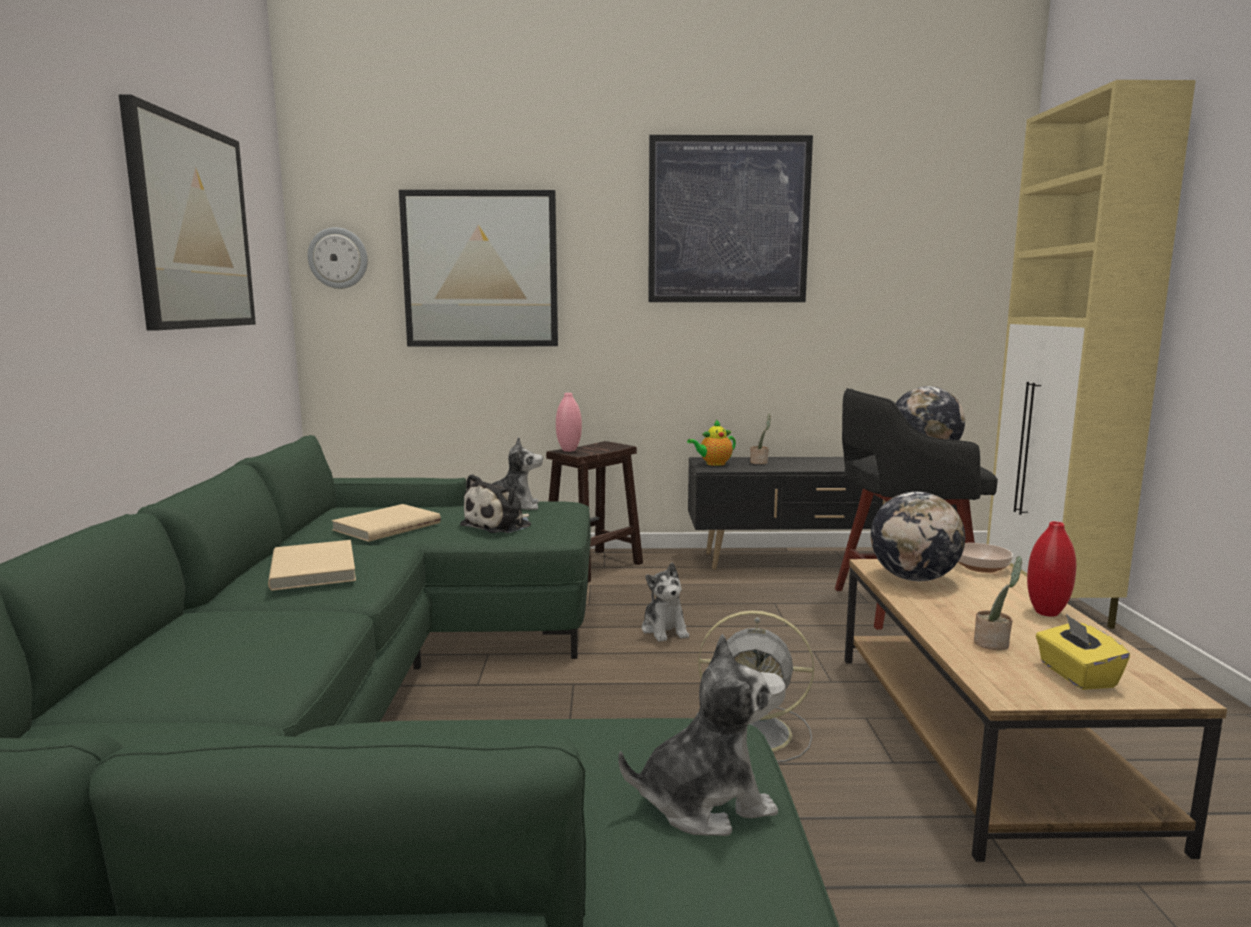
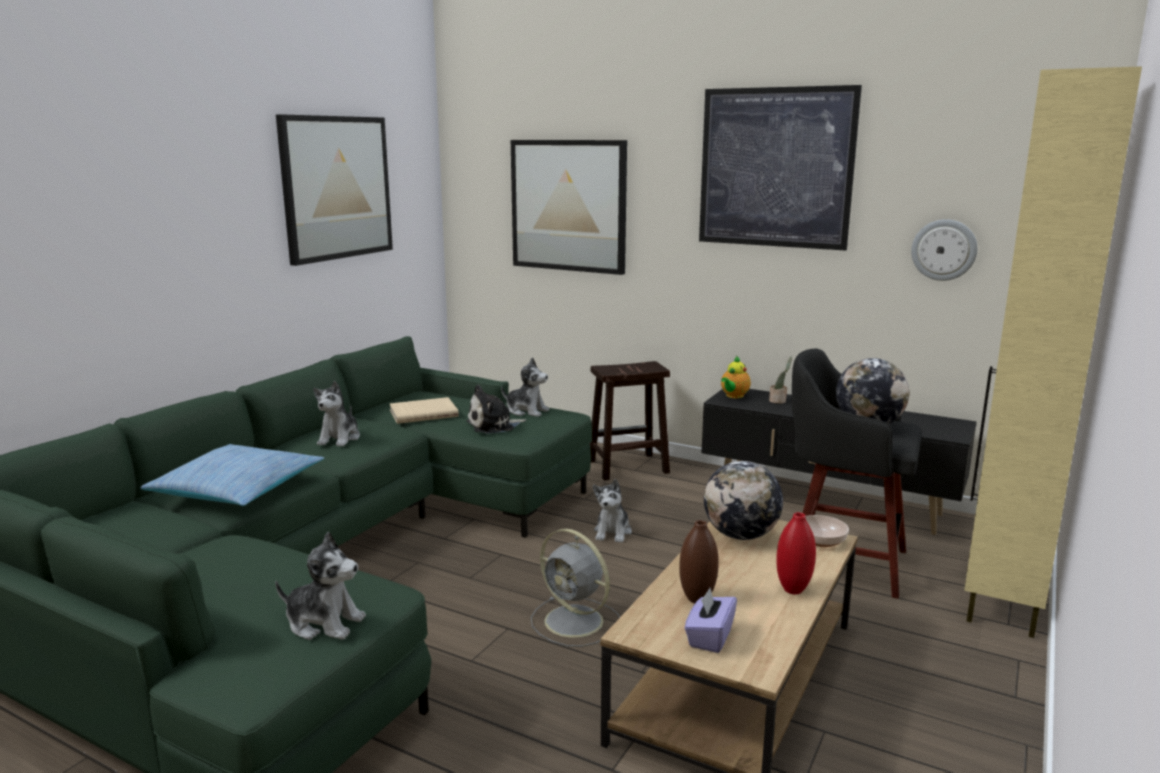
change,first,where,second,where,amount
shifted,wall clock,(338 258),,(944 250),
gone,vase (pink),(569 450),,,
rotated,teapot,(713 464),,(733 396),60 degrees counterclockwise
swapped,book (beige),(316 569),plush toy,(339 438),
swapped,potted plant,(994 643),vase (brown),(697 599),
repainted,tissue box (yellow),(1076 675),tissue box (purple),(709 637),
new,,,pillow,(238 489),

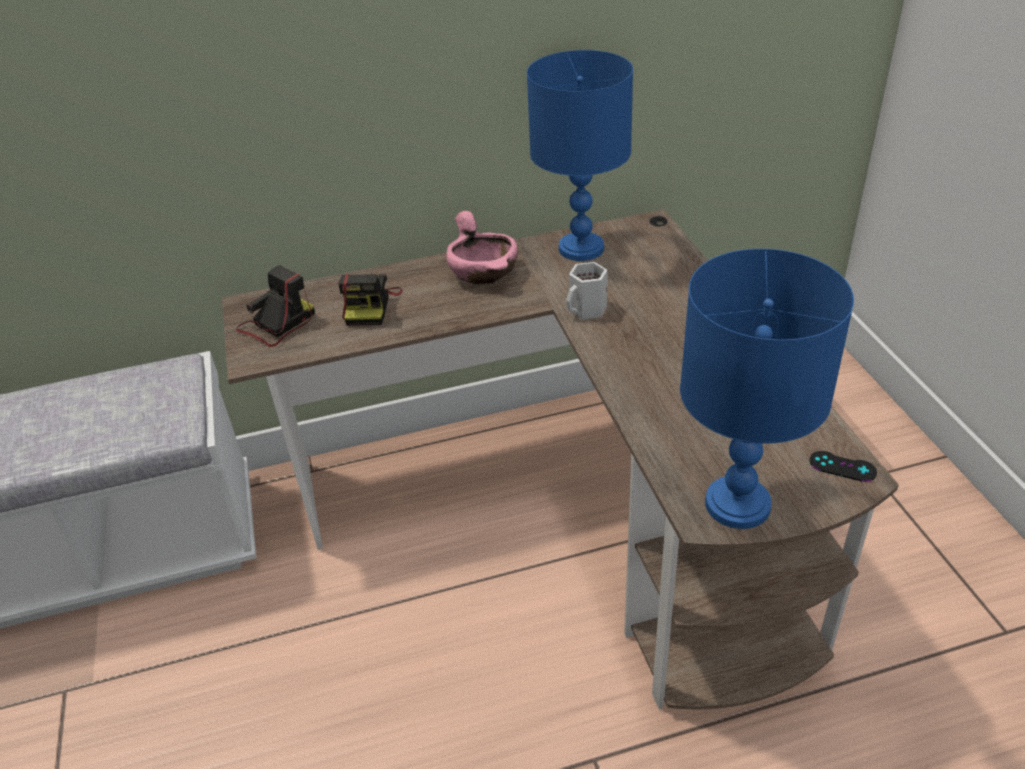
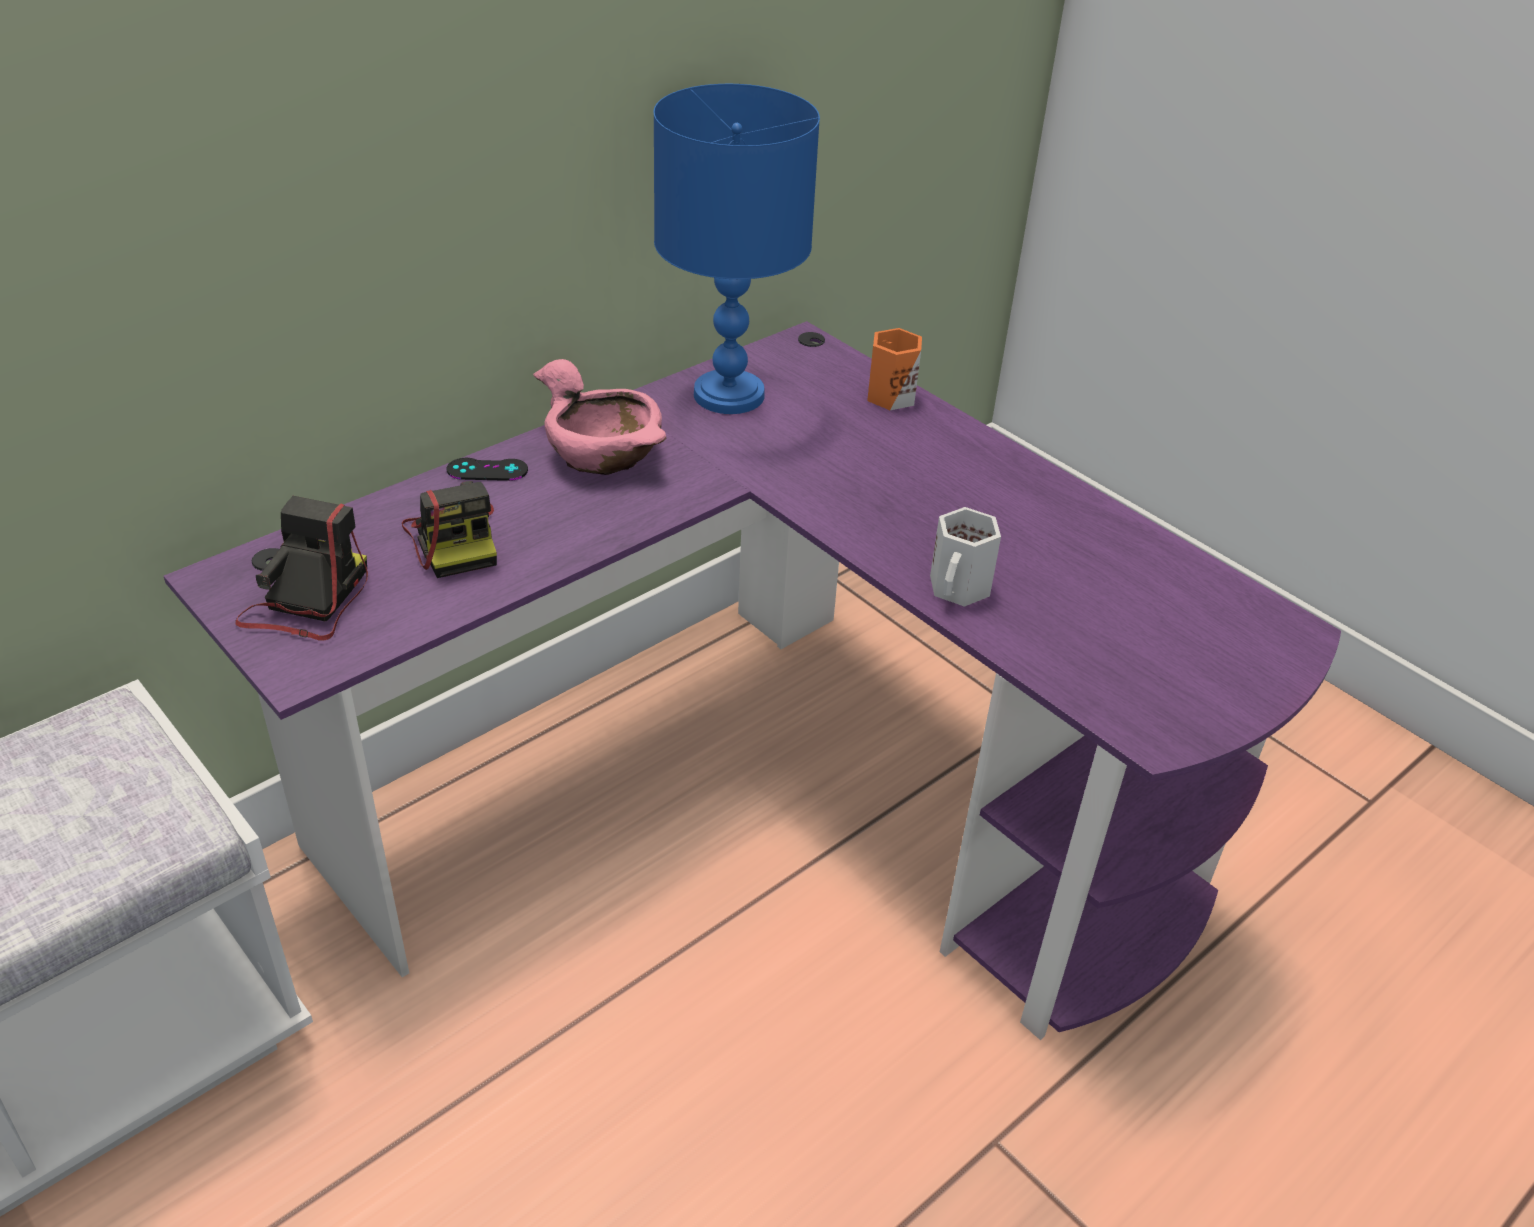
change,first,where,second,where,amount
repainted,desk (brown),(571 510),desk (purple),(771 798),
gone,table lamp (blue),(736 503),,,
shifted,mug (white),(587 310),,(960 588),
shifted,game controller (black),(842 466),,(487 470),
new,,,mug (orange),(888 395),

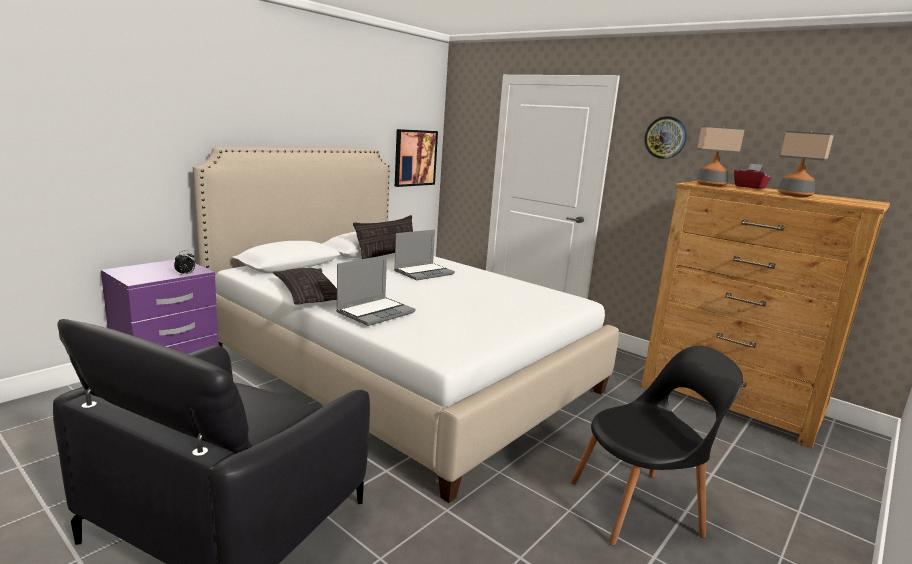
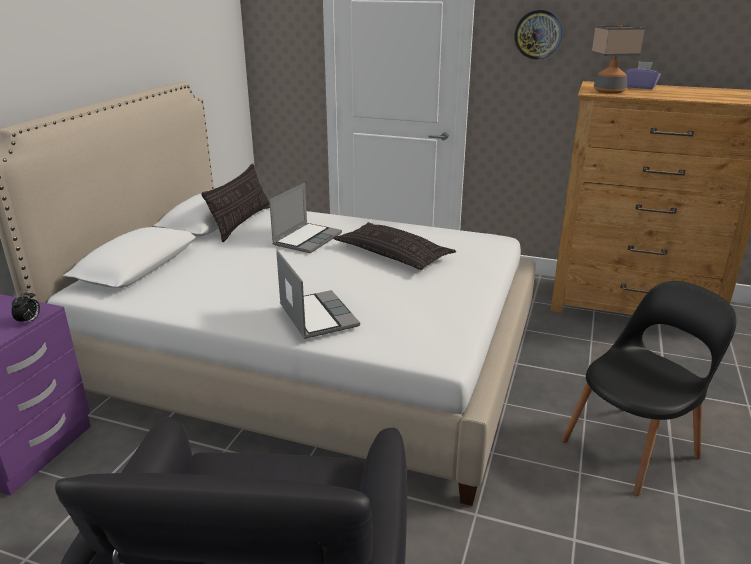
change,first,where,second,where,amount
gone,picture,(415 158),,,
gone,table lamp,(794 195),,,
repainted,tissue box (red),(749 187),tissue box (purple),(640 87),
rotated,laptop,(376 312),,(316 316),45 degrees counterclockwise
shifted,pillow,(309 293),,(392 254),

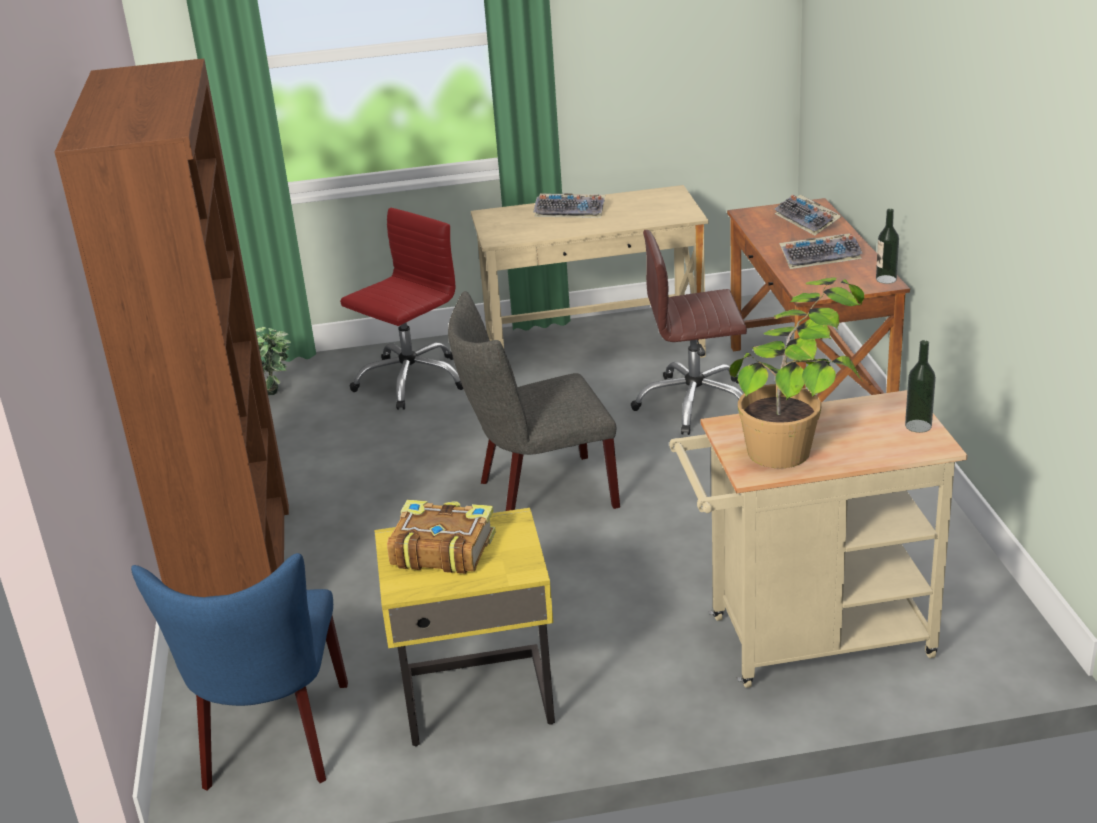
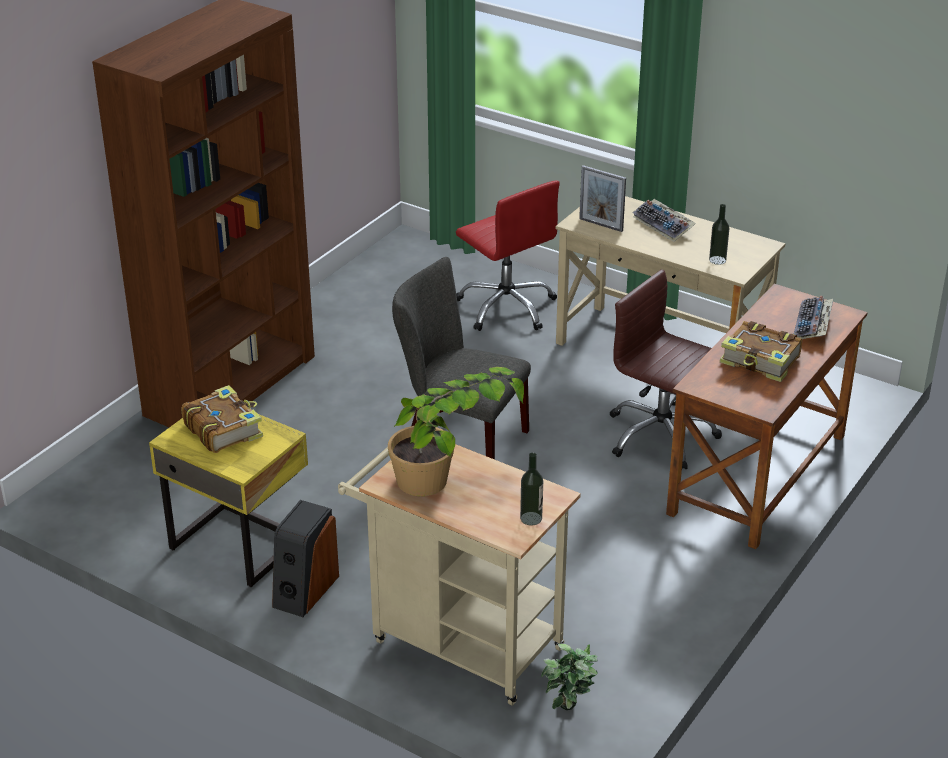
change,first,where,second,where,amount
rotated,office chair (red),(410 380),,(507 307),60 degrees clockwise
shifted,bottle,(886 279),,(717 260),
swapped,keyboard,(821 257),book,(761 361),
shifted,potted plant,(277 395),,(568 714),
gone,chair (blue),(273 742),,,
new,,,picture frame,(601 225),
new,,,speaker,(305 590),

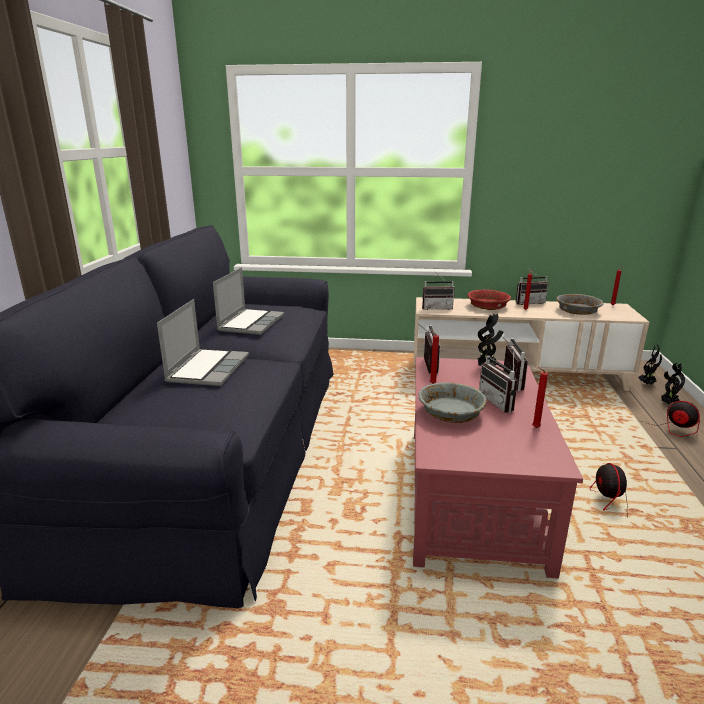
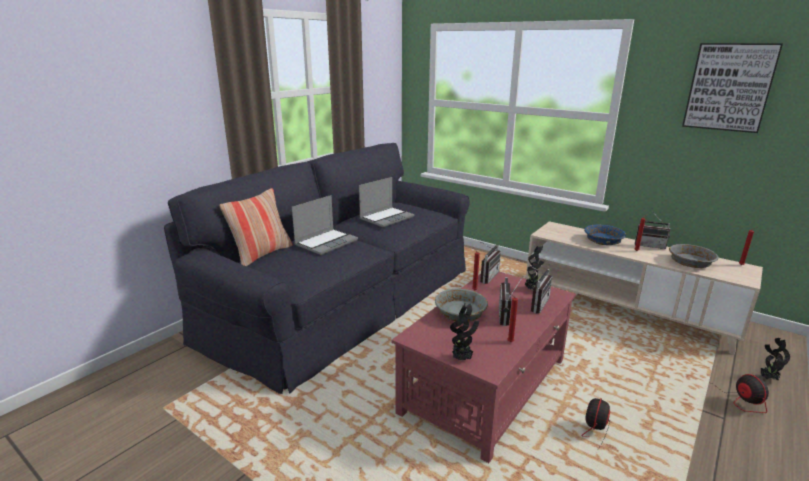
change,first,where,second,where,amount
gone,radio,(437 308),,,
repainted,bowl (red),(488 306),bowl (blue),(603 241),
shifted,potted plant,(647 384),,(462 359),
new,,,picture,(729 87),
new,,,pillow,(261 254),

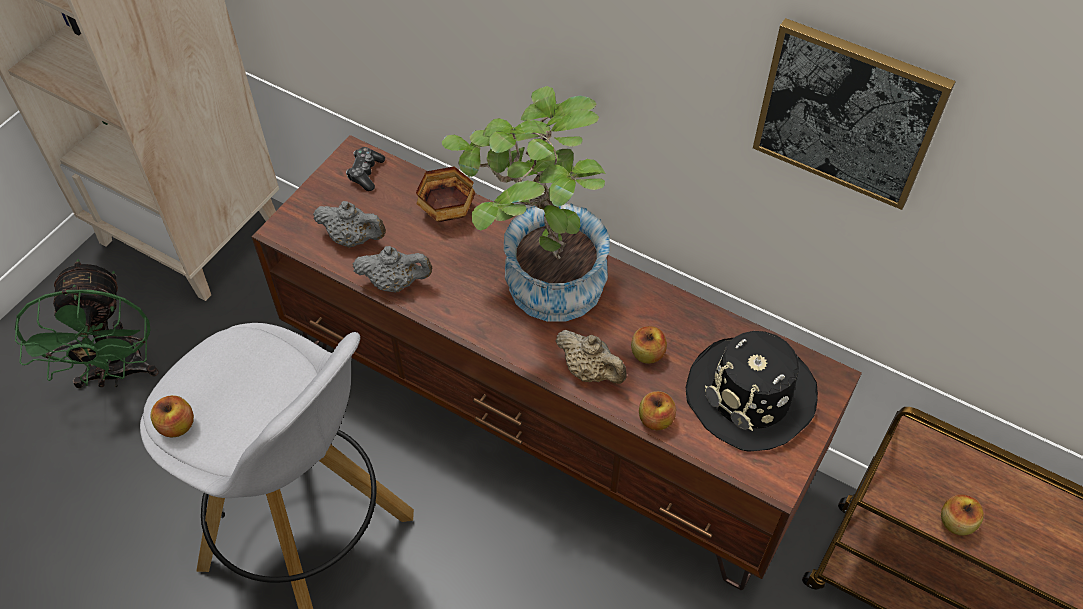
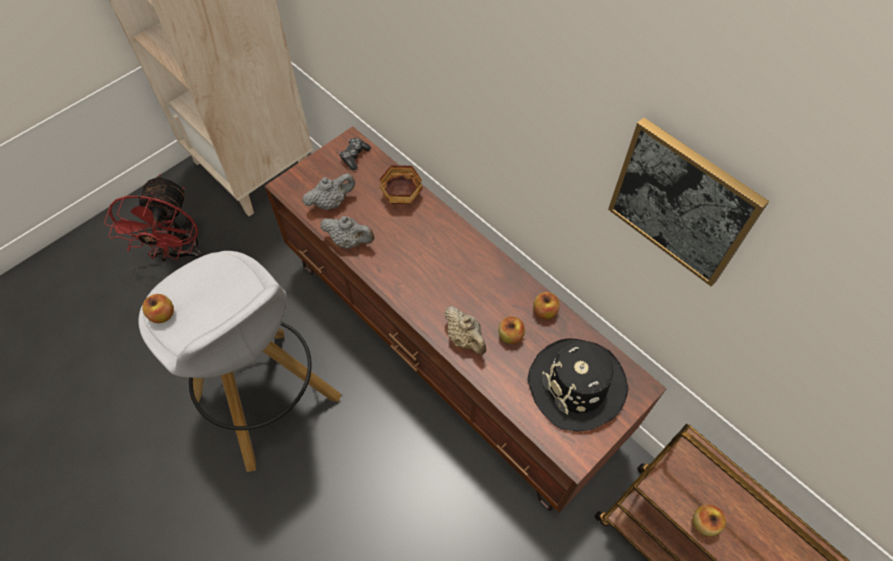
change,first,where,second,where,amount
gone,potted plant,(539 282),,,
rotated,teapot (grey),(353 239),,(331 202),60 degrees counterclockwise
repainted,fan (green),(117 374),fan (red),(180 253),
shifted,apple,(655 419),,(544 311),

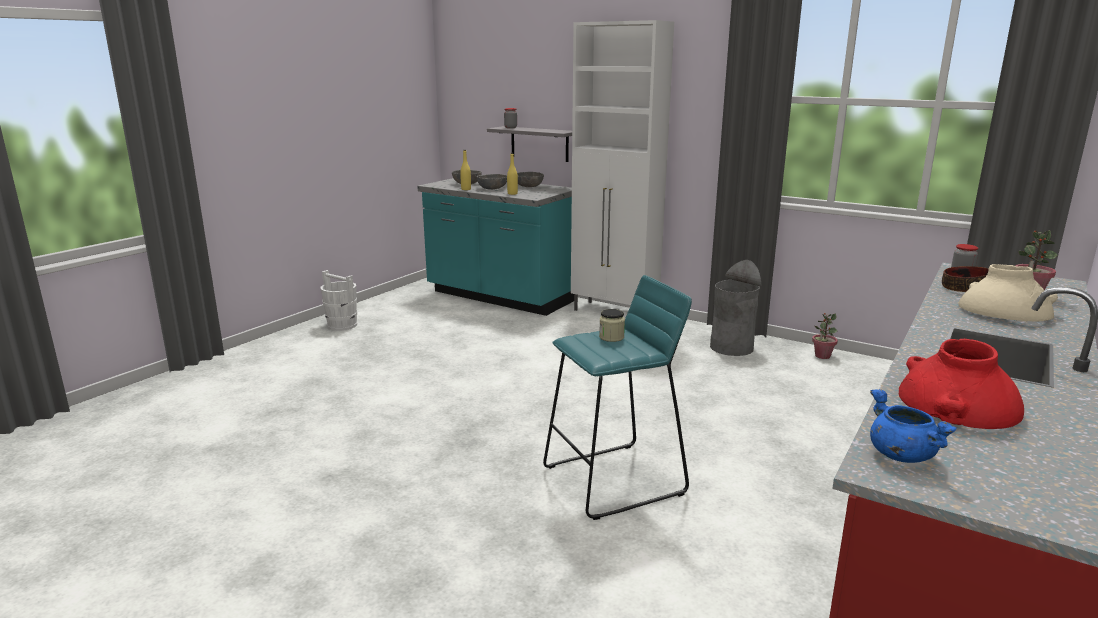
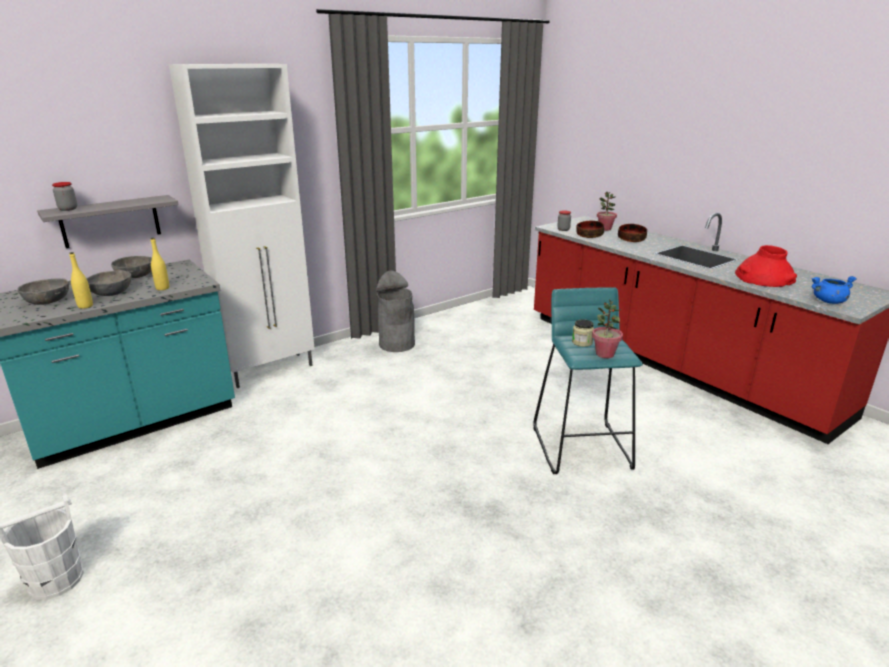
change,first,where,second,where,amount
swapped,vase (beige),(1004 311),bowl,(631 239),
shifted,potted plant,(822 356),,(604 354),

